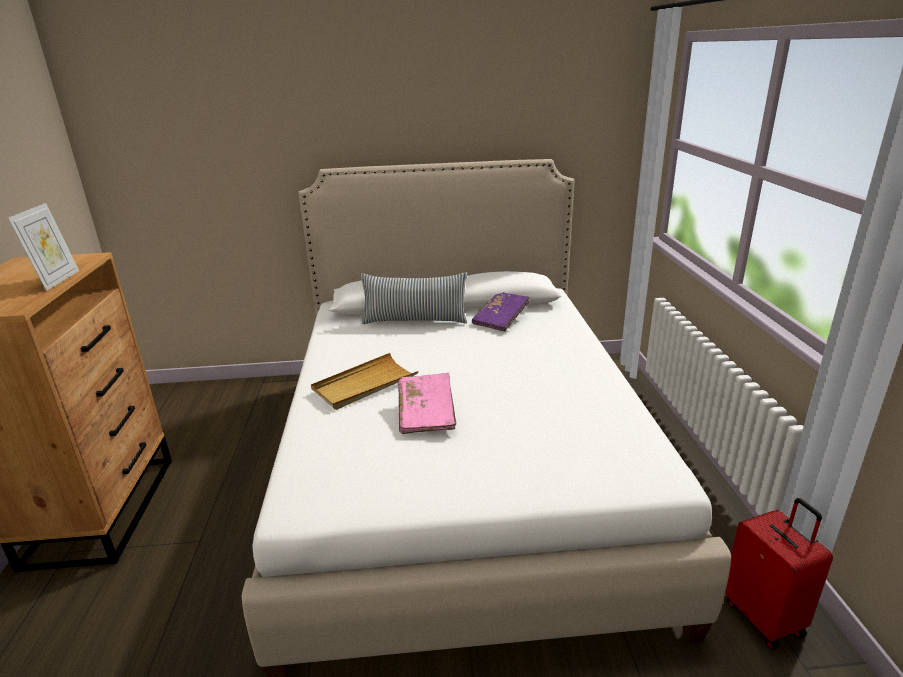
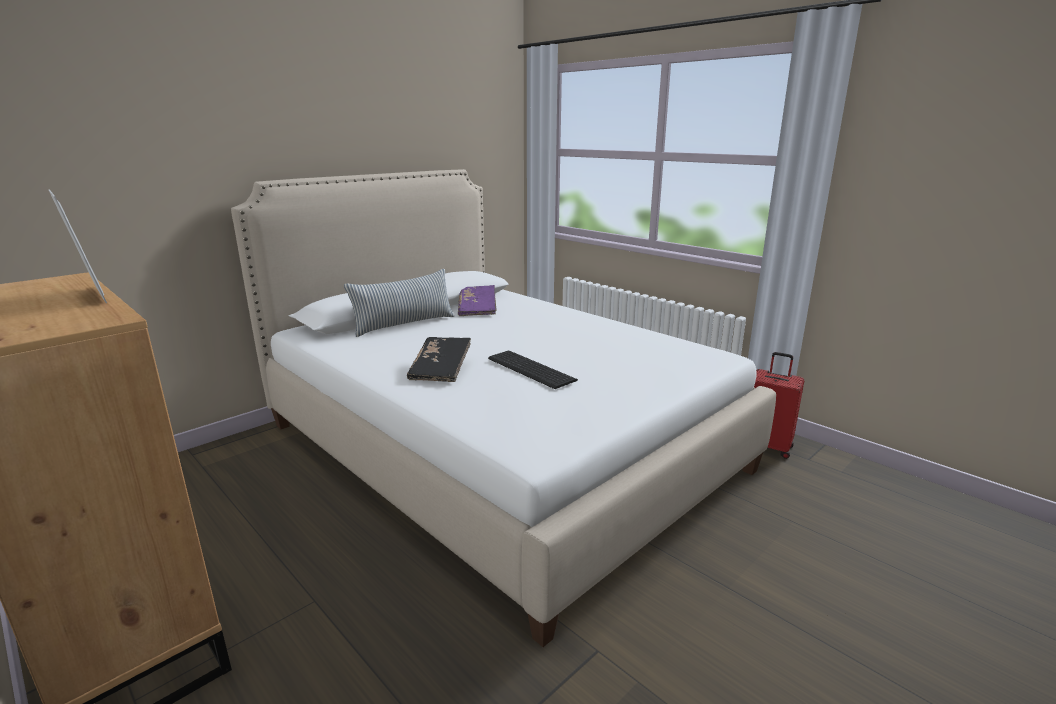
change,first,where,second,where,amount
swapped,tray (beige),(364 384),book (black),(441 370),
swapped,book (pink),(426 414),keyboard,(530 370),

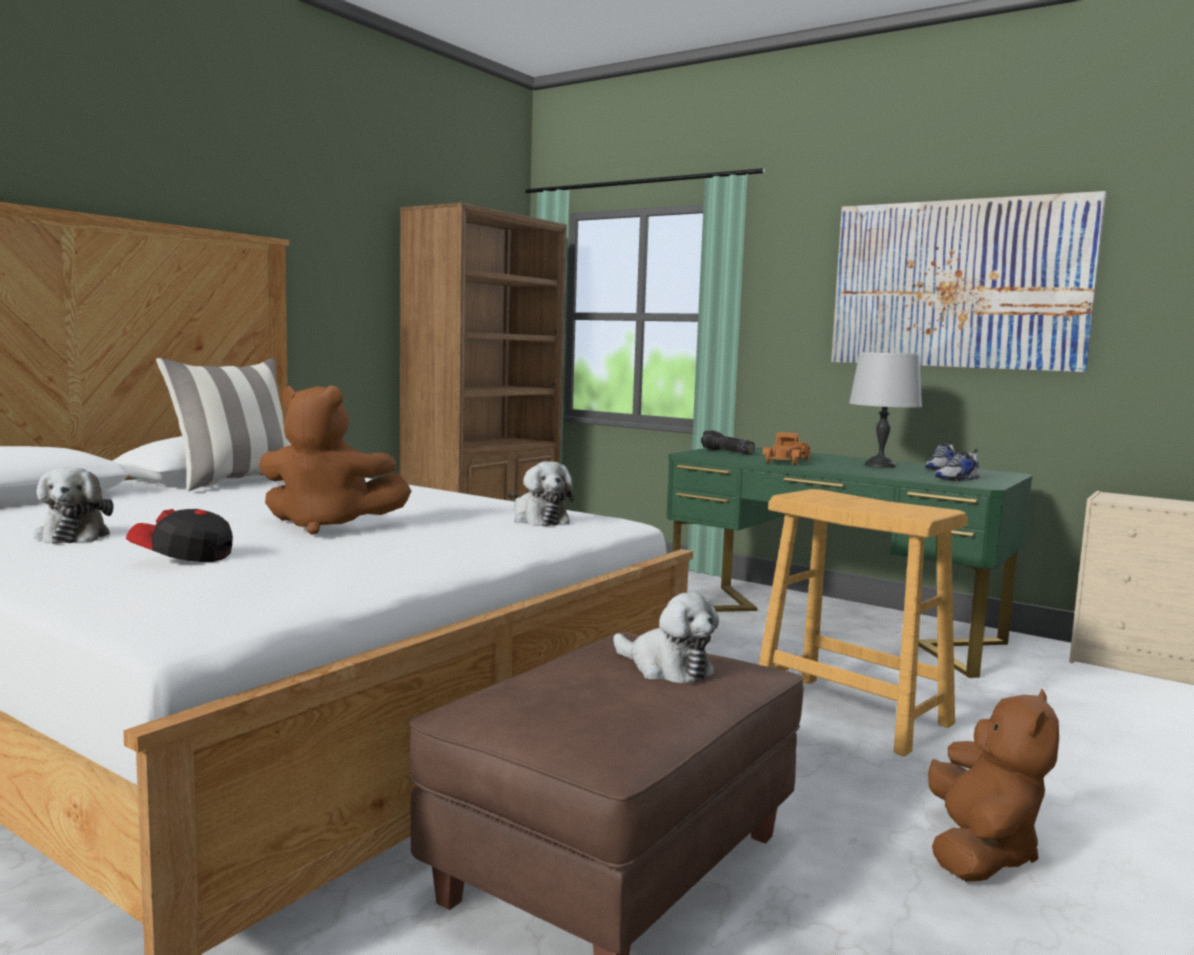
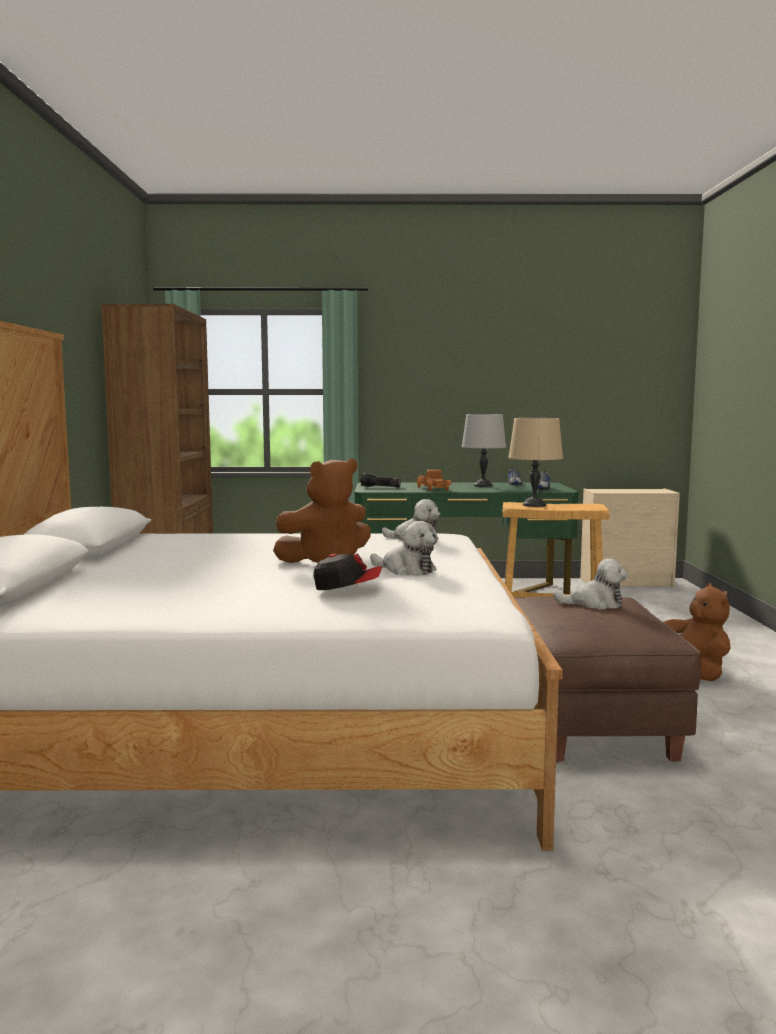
change,first,where,second,where,amount
gone,picture,(958 284),,,
gone,pillow,(235 482),,,
shifted,plush toy,(74 535),,(406 570),
rotated,cap,(182 556),,(347 588),150 degrees counterclockwise
new,,,table lamp (beige),(533 505),

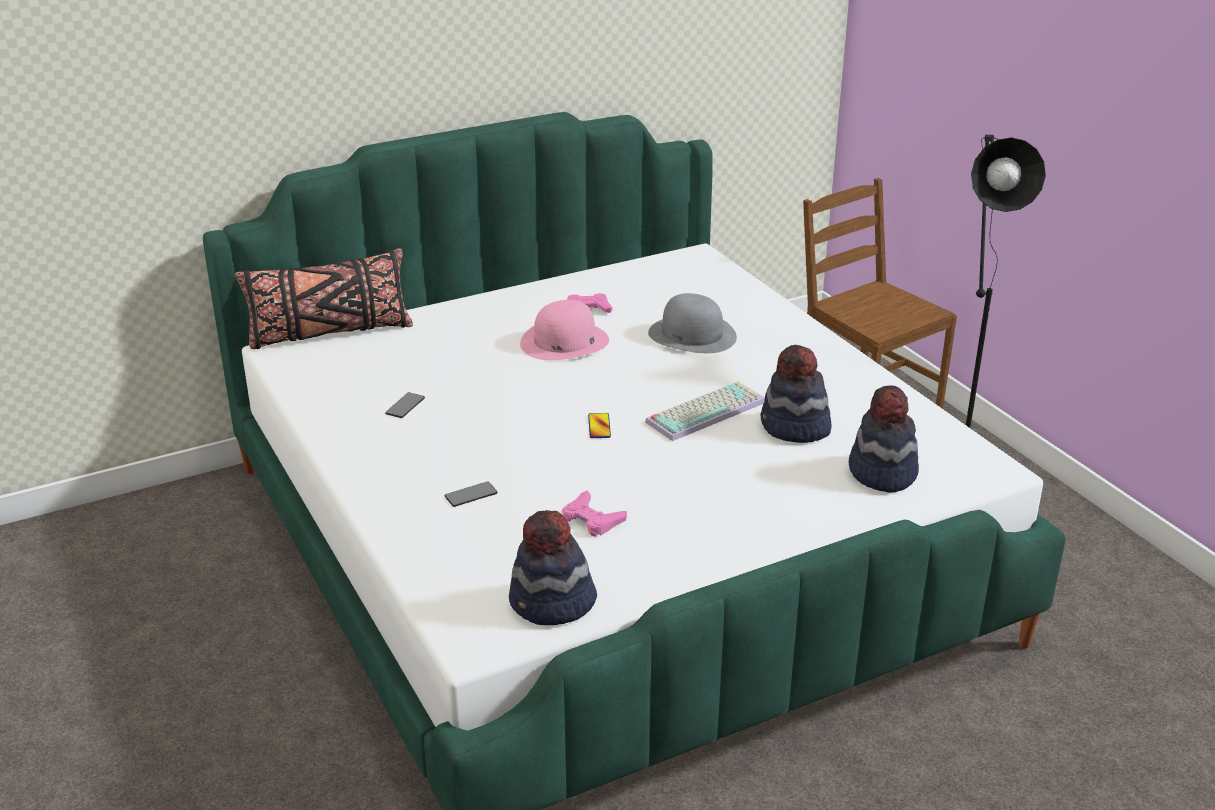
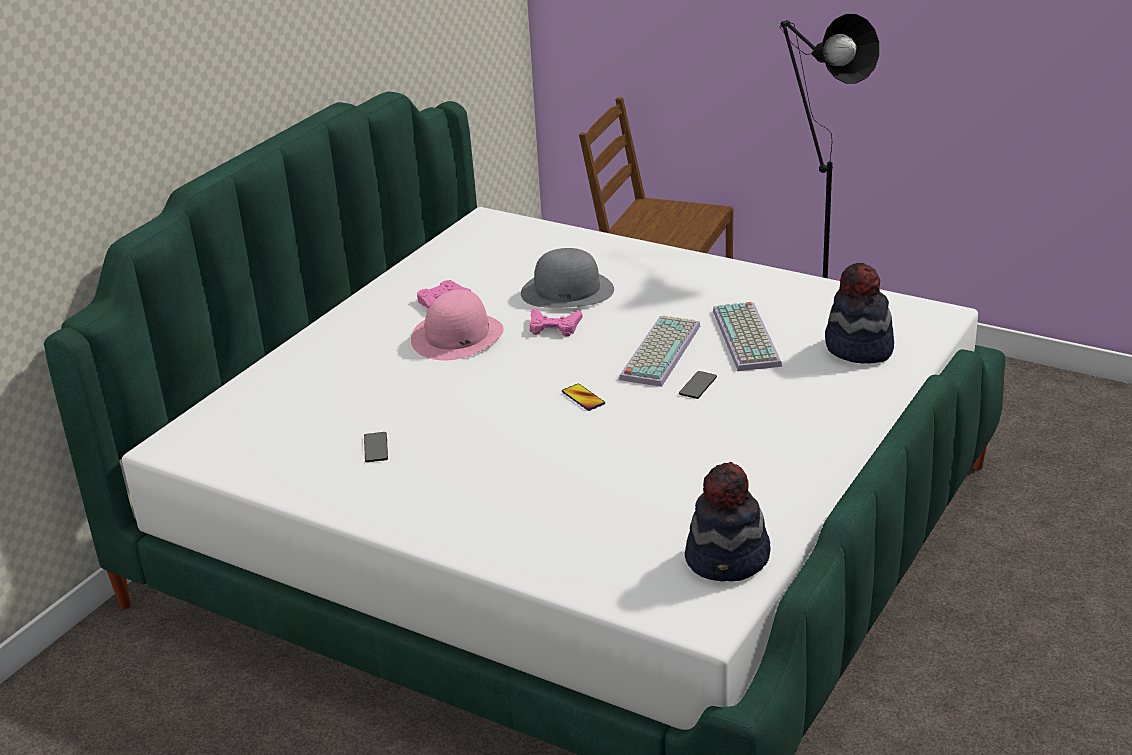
change,first,where,second,where,amount
gone,pillow (black),(329 333),,,
swapped,hat,(794 428),keyboard,(748 338),
shifted,phone,(471 495),,(698 386),
shifted,game controller (pink),(592 519),,(554 327),

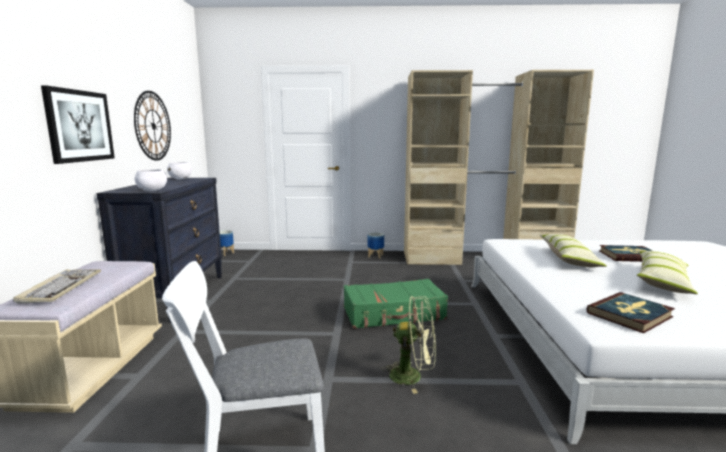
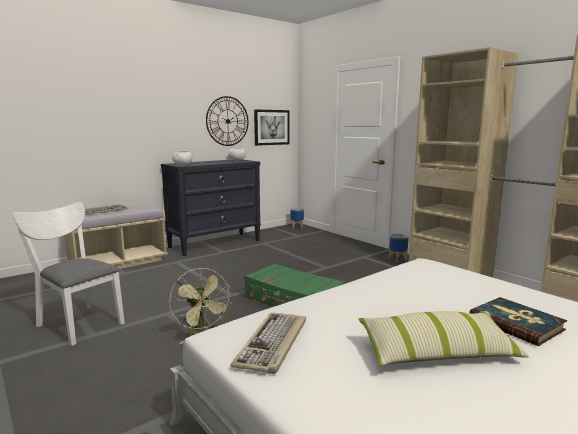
change,first,where,second,where,amount
shifted,picture,(79 126),,(271 127),
gone,pillow,(568 258),,,
swapped,book,(630 315),keyboard,(273 344),

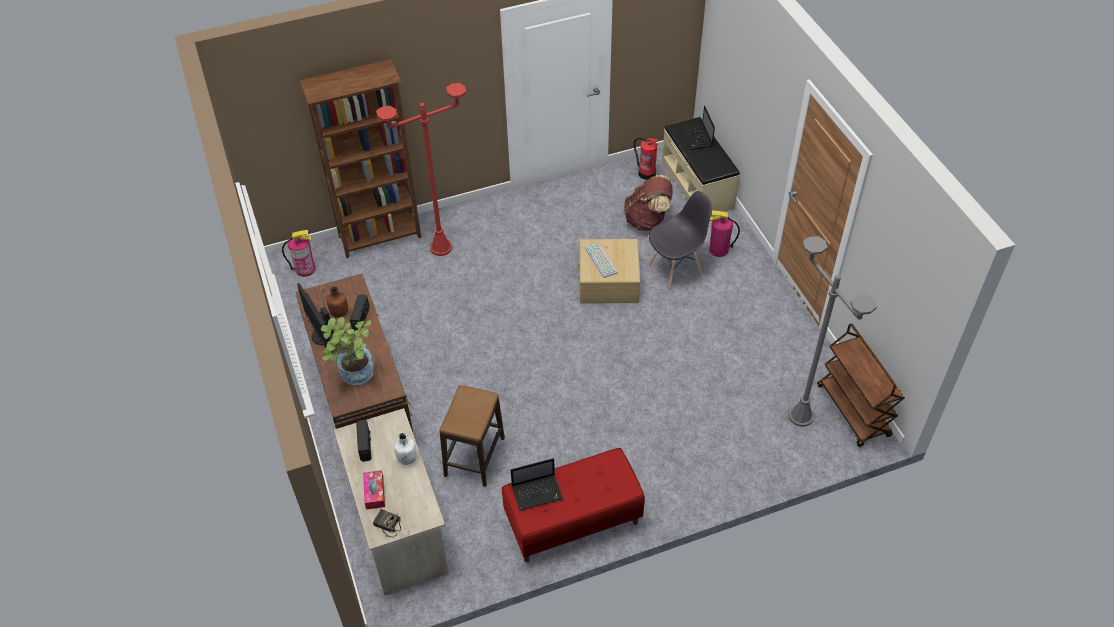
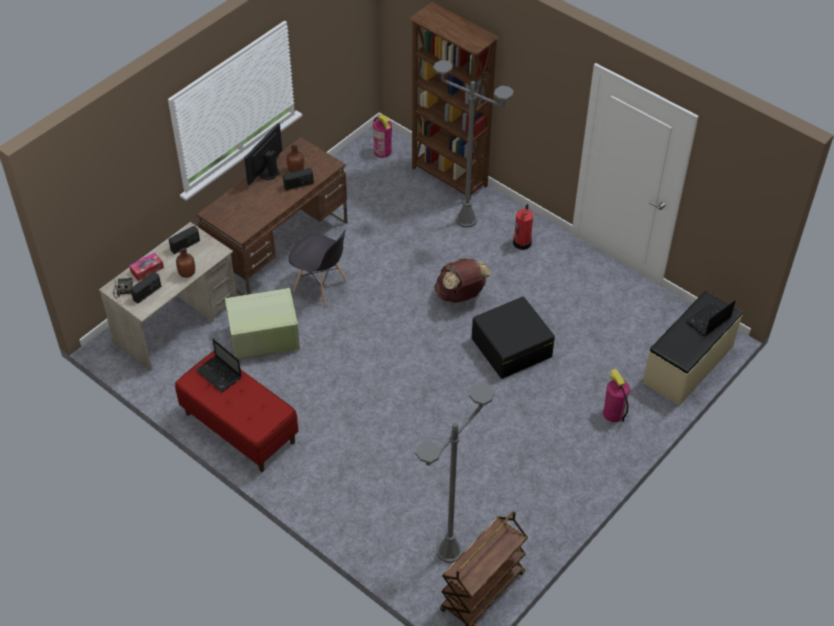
change,first,where,second,where,amount
repainted,floor lamp (red),(441 248),floor lamp (grey),(466 219),
shifted,fire extinguisher,(646 173),,(522 242),
shifted,backpack (brown),(647 220),,(460 295),
shifted,chair (grey),(675 269),,(320 286),
repainted,storage box (beige),(608 281),storage box (black),(511 347),
gone,keyboard,(602 260),,,
gone,potted plant,(354 376),,,
swapped,stool,(474 457),storage box (green),(264 339),
repainted,bottle (white),(406 458),bottle (brown),(187 273),
new,,,radio,(147 293),

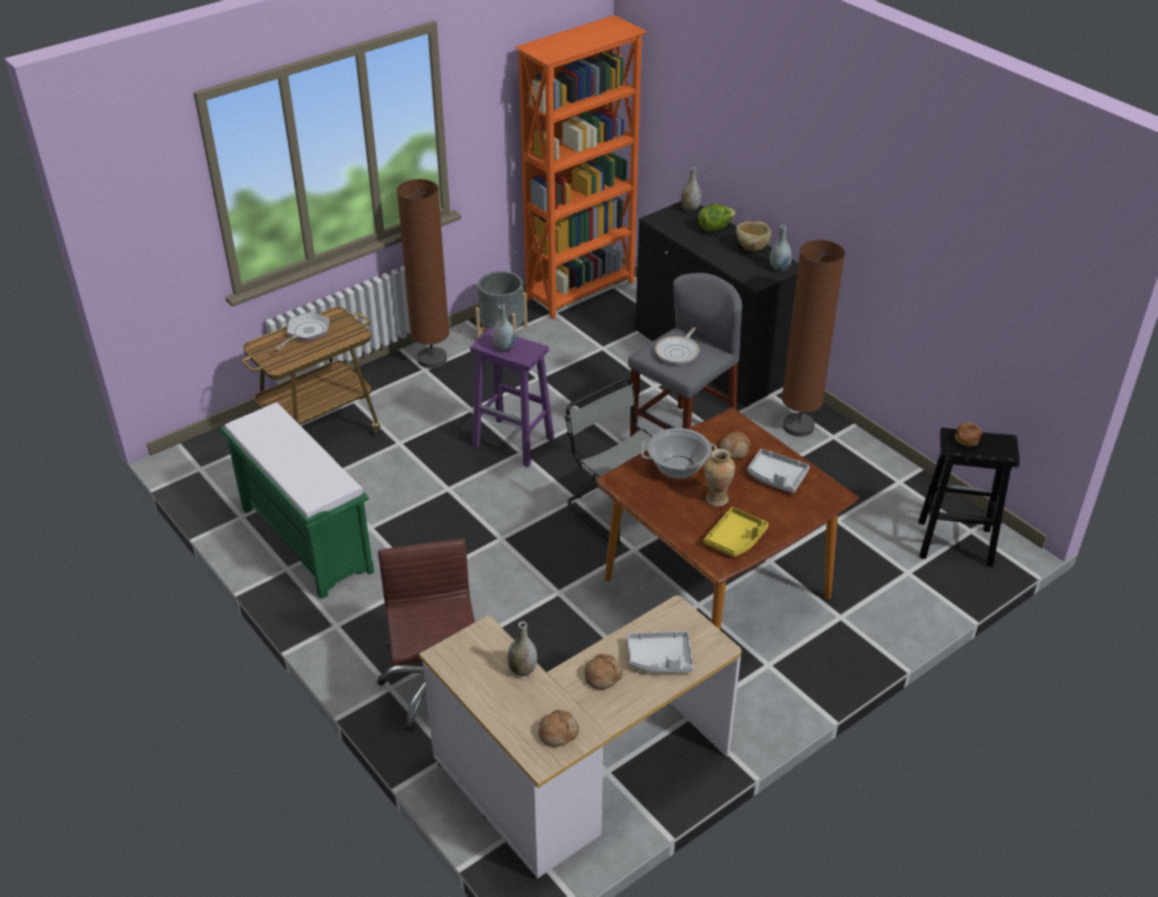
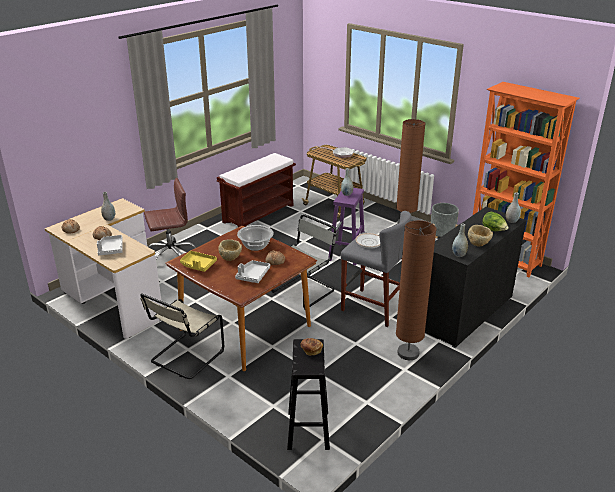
change,first,where,second,where,amount
repainted,bench (green),(305 539),bench (brown),(259 213),
swapped,vase,(716 498),bowl (beige),(231 258),
new,,,chair (beige),(185 357),

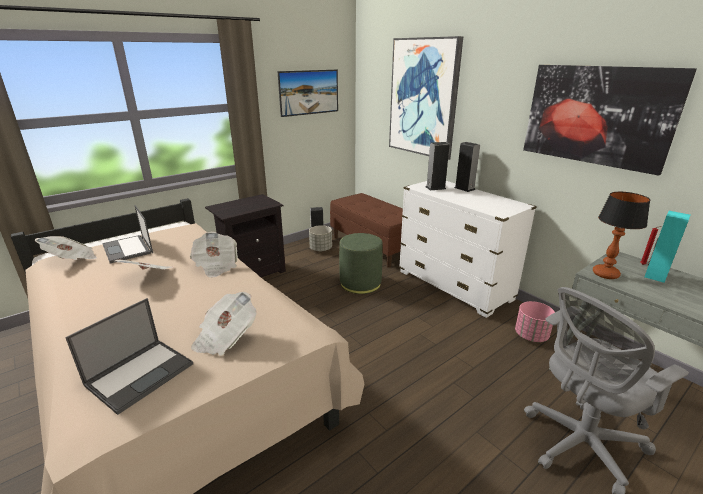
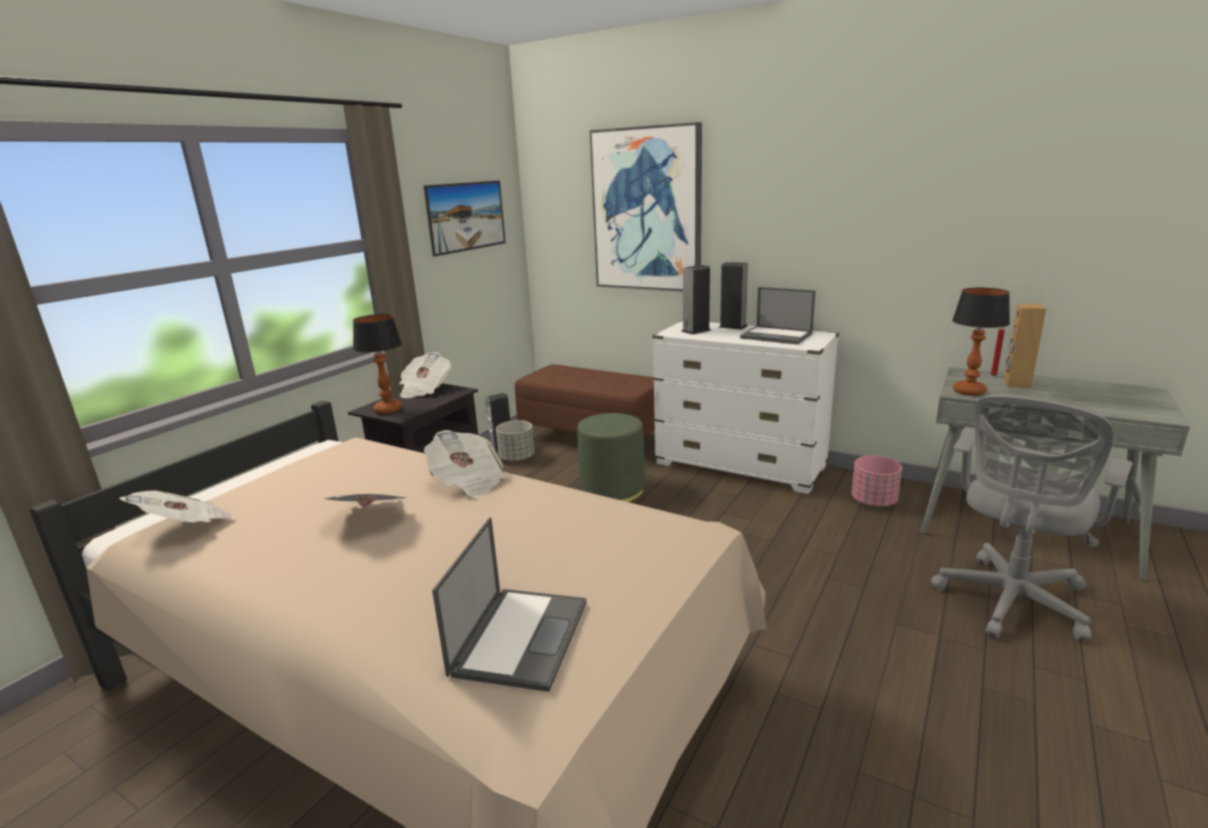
change,first,where,second,where,amount
gone,picture,(597 115),,,
shifted,laptop,(128 249),,(777 336),
repainted,speaker (turquoise),(655 276),speaker (brown),(1016 384),
shifted,newspaper,(225 337),,(424 389),
new,,,table lamp,(388 409),

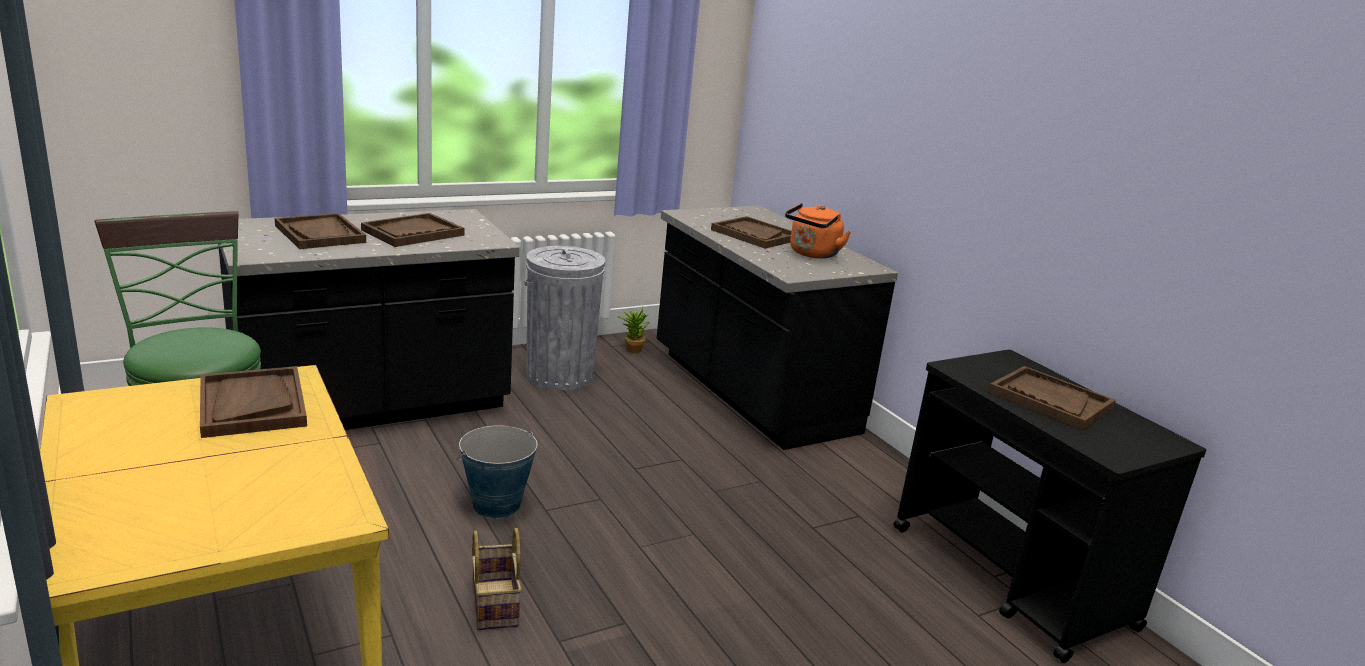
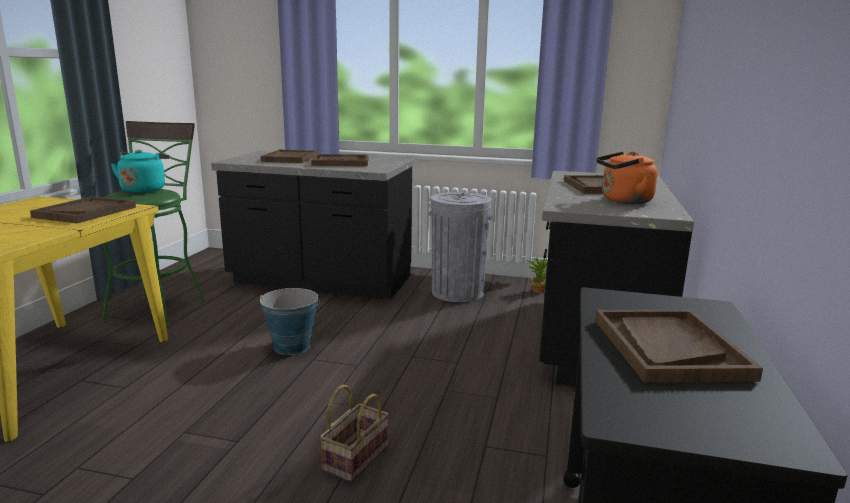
change,first,where,second,where,amount
shifted,basket,(493 603),,(356 457),
new,,,kettle (turquoise),(144 190),

